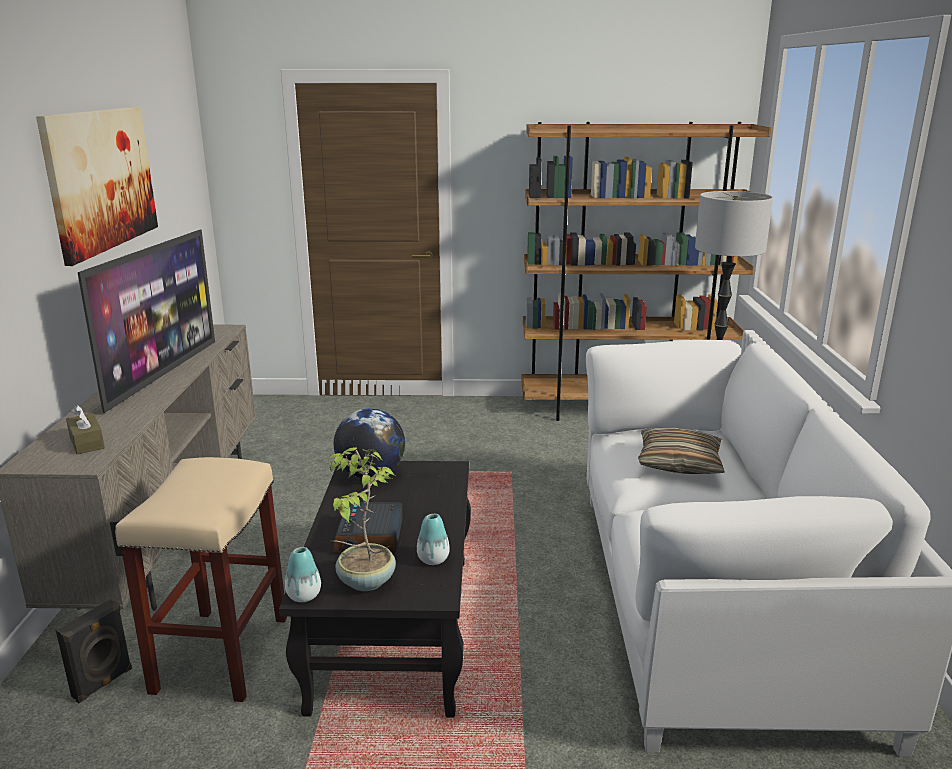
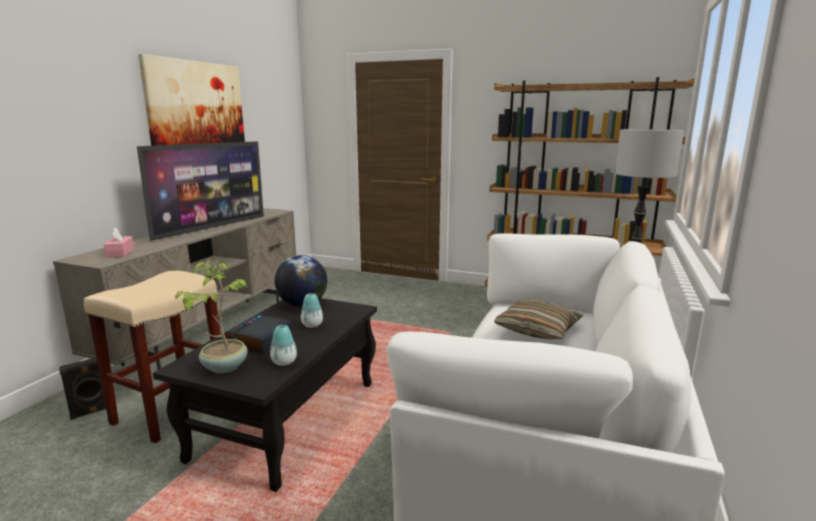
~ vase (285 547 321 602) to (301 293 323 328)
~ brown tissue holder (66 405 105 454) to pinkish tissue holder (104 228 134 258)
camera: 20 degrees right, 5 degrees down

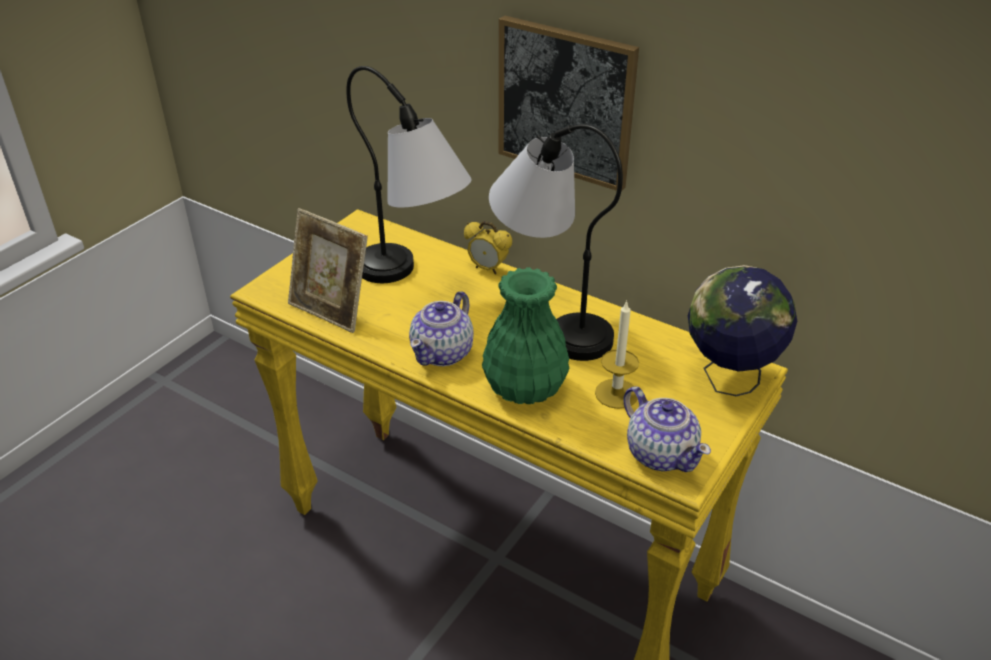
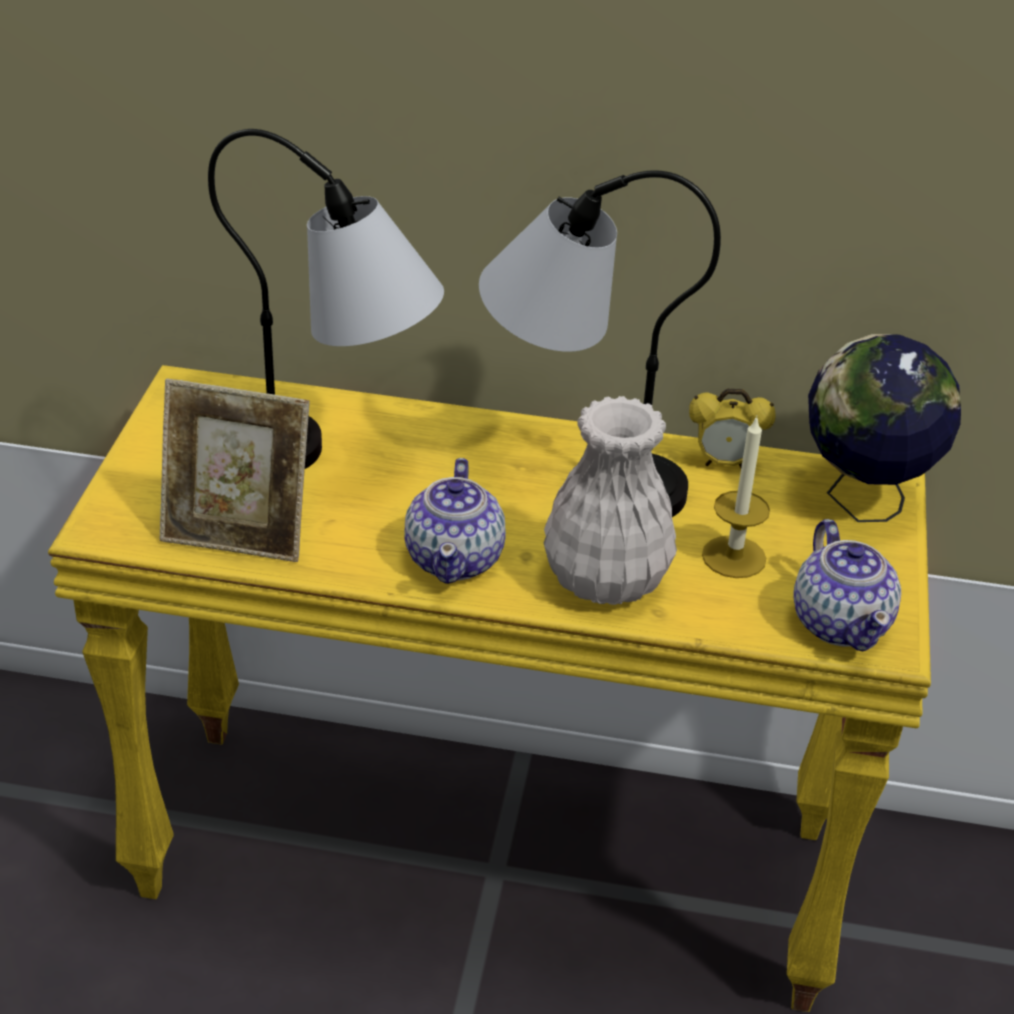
- picture (499 16 639 191)
~ bedside clock (464 221 512 274) to (689 389 776 468)
~ green-coloured vase (482 267 569 404) to whitish vase (544 396 677 605)
~ teapot (623 387 711 472) = (794 519 901 651) 45 degrees clockwise
camera: 25 degrees left, 0 degrees up

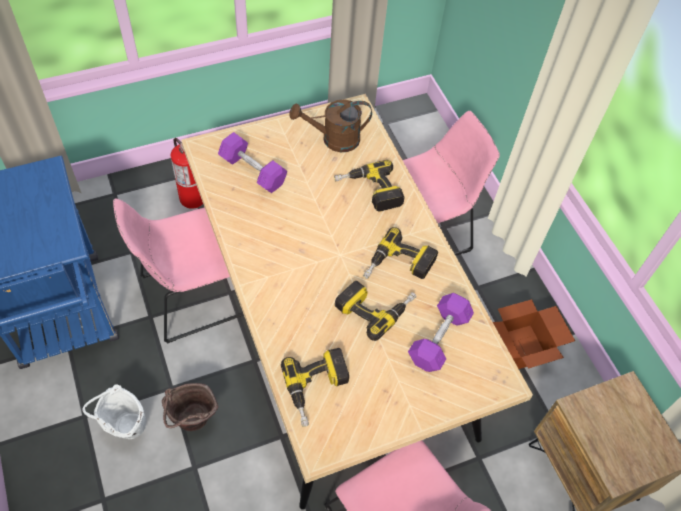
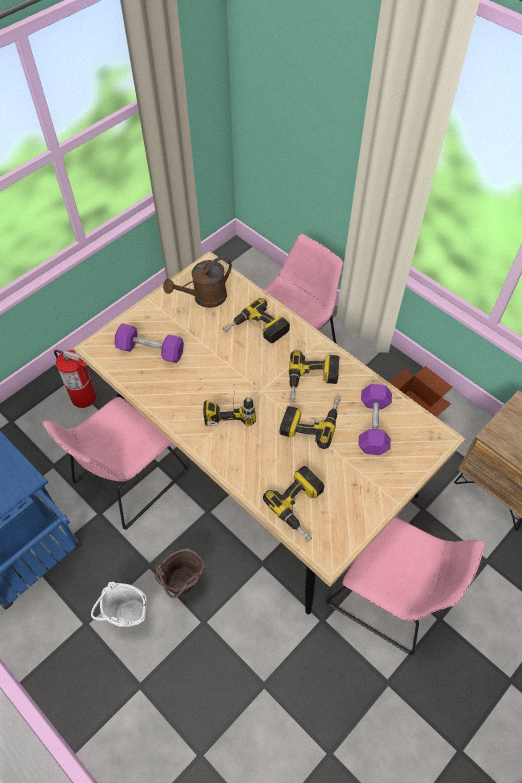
+ electric drill (203 380 256 426)
camera: 20 degrees left, 0 degrees up

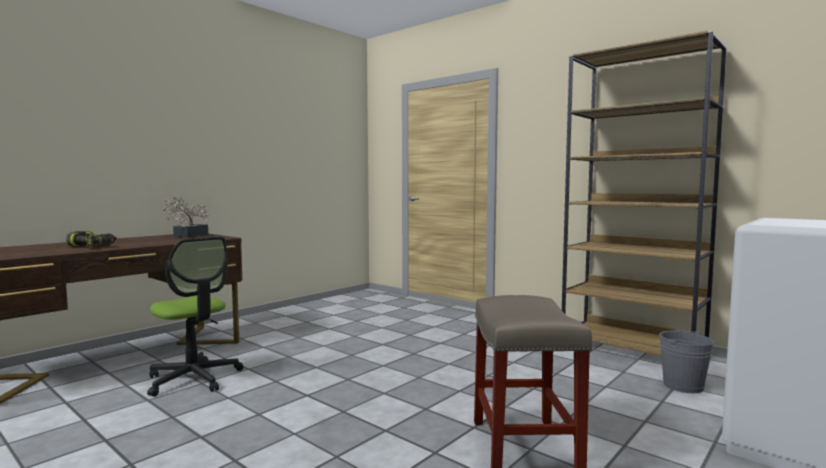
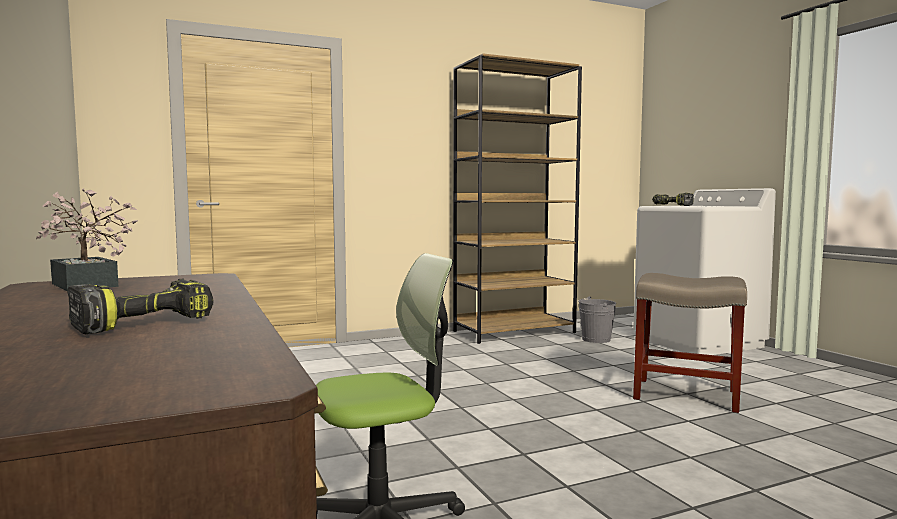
+ electric drill (652 193 694 206)
camera: 65 degrees left, 0 degrees up

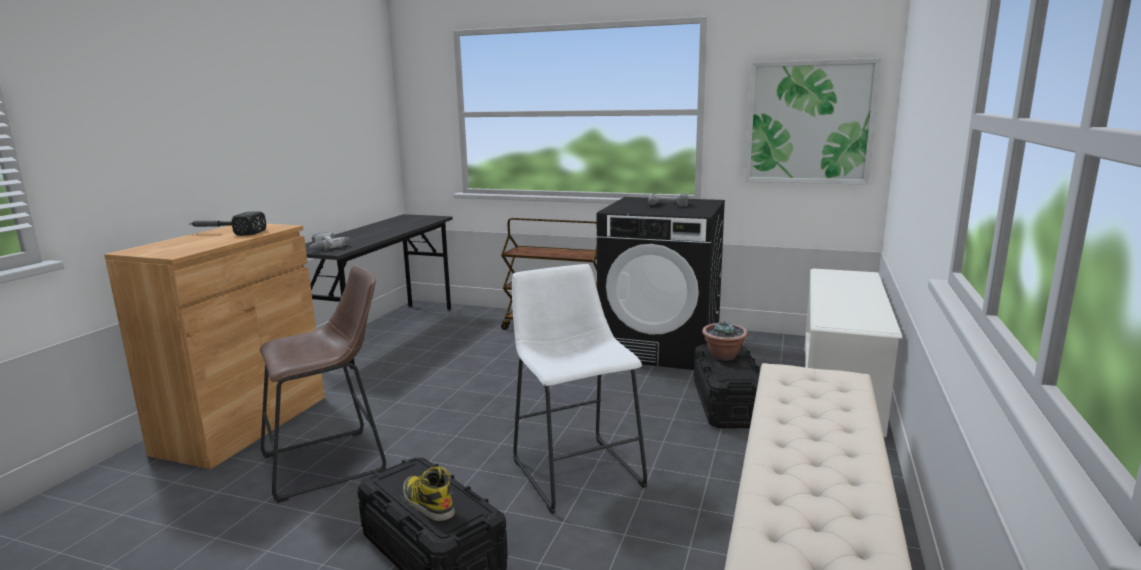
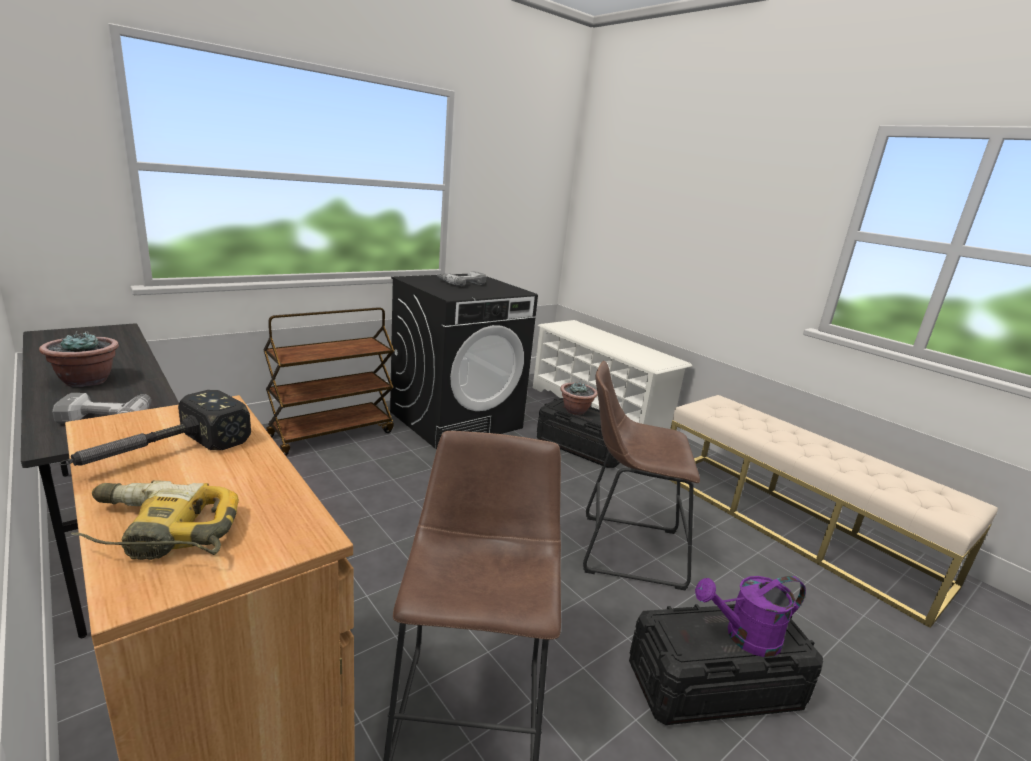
- picture (745 58 881 185)
+ potted plant (39 331 119 387)
+ electric drill (71 480 239 560)
~ boot (403 466 455 521) to purplish sprinkling can (695 576 806 657)
~ whitish sitting stool (512 264 647 514) to brown sitting stool (583 361 700 590)
camera: 60 degrees left, 5 degrees up

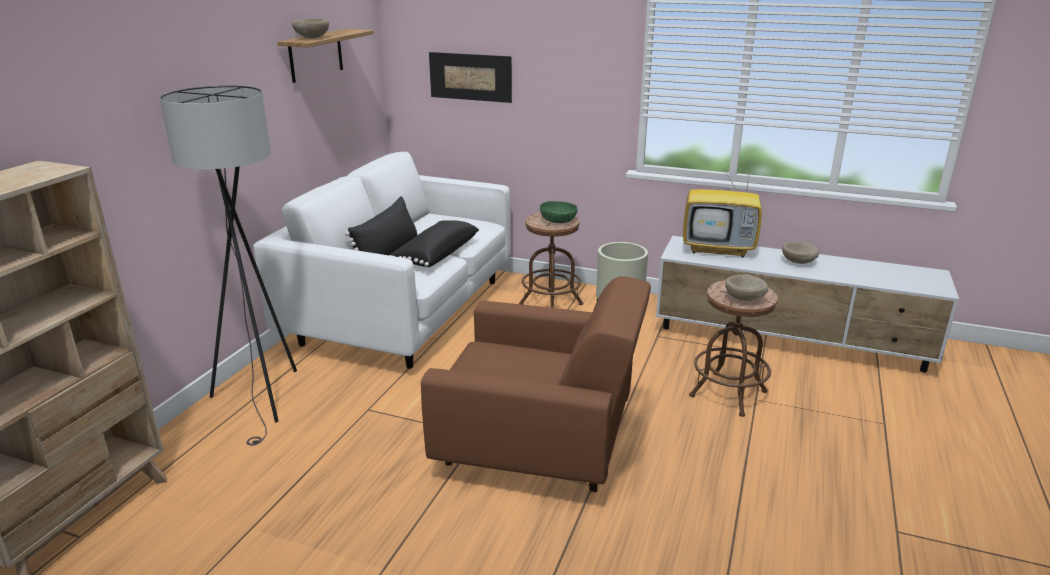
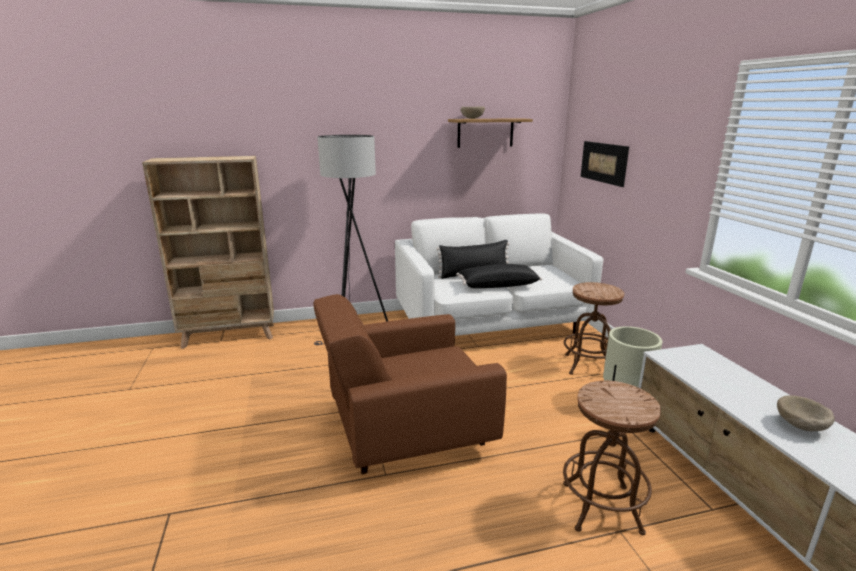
- green-coloured bowl (540 201 578 223)
- TV set (683 155 762 257)
- beige-coloured bowl (725 274 768 301)
~ brown lounge chair (421 276 651 492) = (313 294 507 474) 90 degrees clockwise
camera: 55 degrees right, 5 degrees down

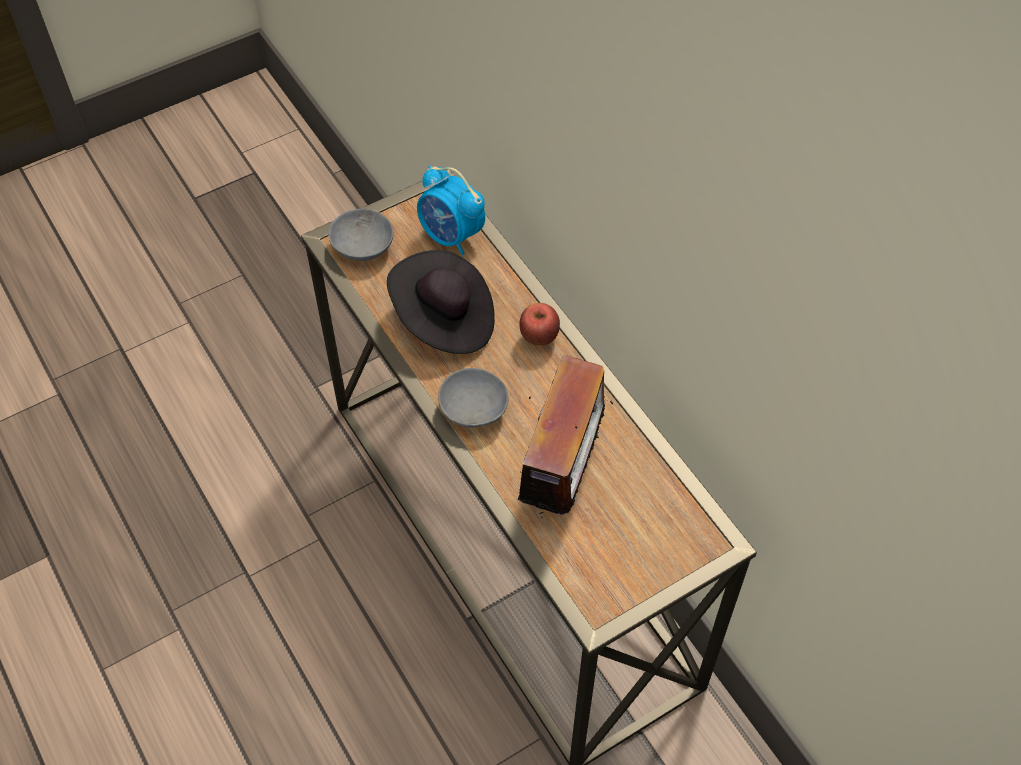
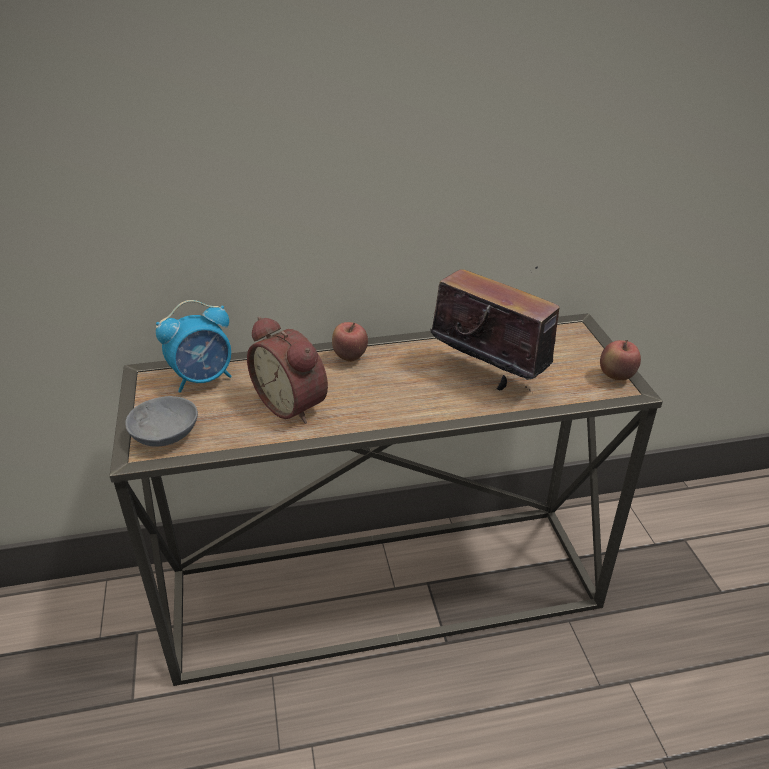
- gray bowl (438 368 509 428)
+ apple fruit (600 340 641 381)
~ blackish wearable hat (387 250 495 354) to bedside clock (247 316 328 424)
camera: 70 degrees left, 20 degrees down

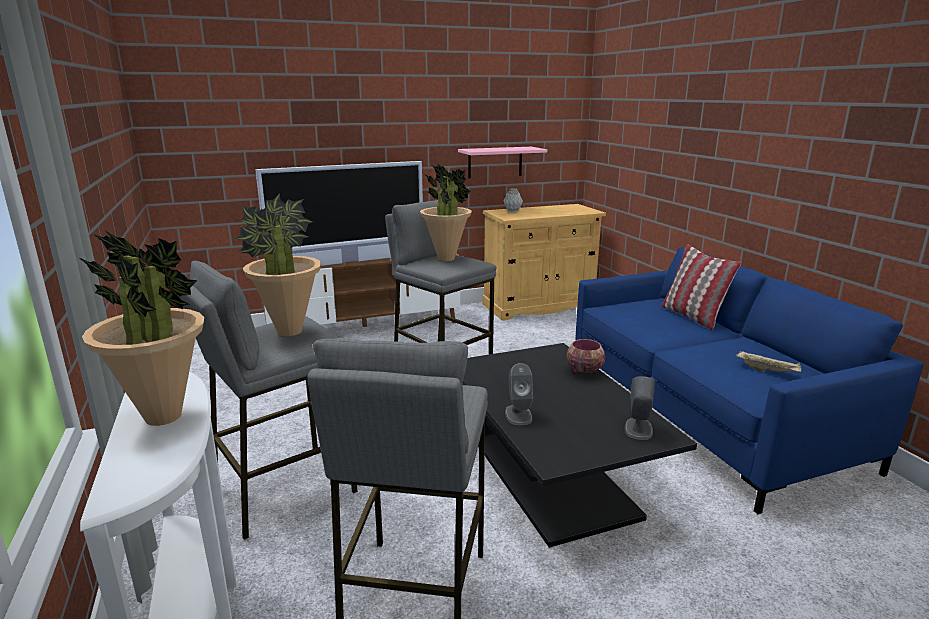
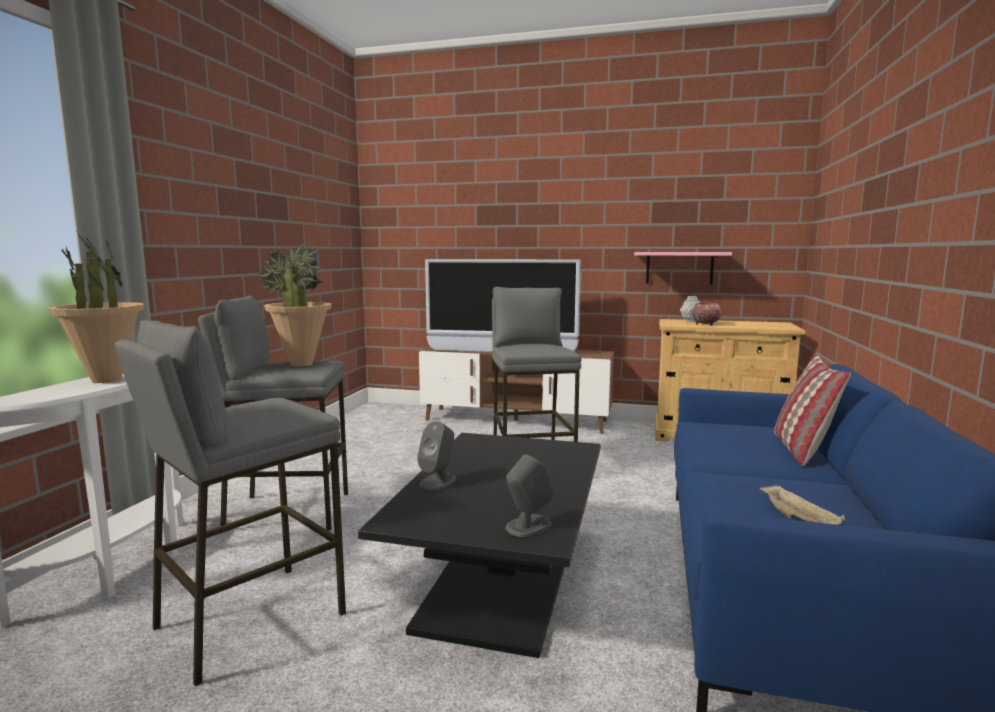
- potted plant (420 163 472 261)
~ bowl (566 339 605 374) to (692 303 721 326)
camera: 35 degrees right, 10 degrees down

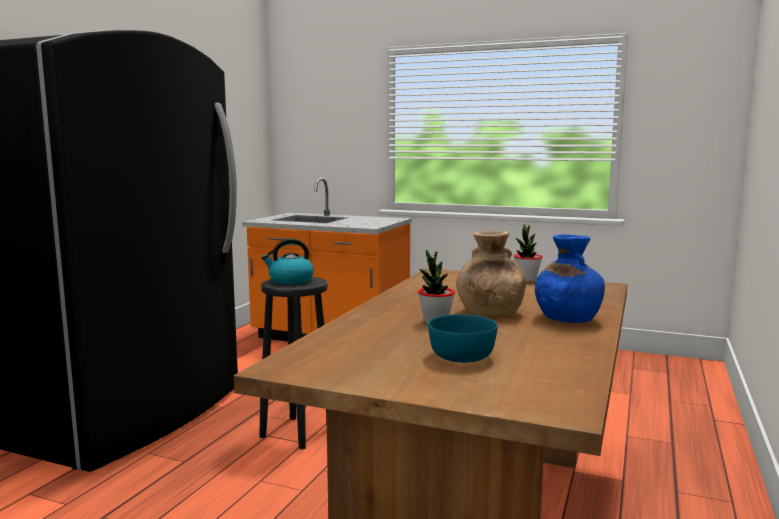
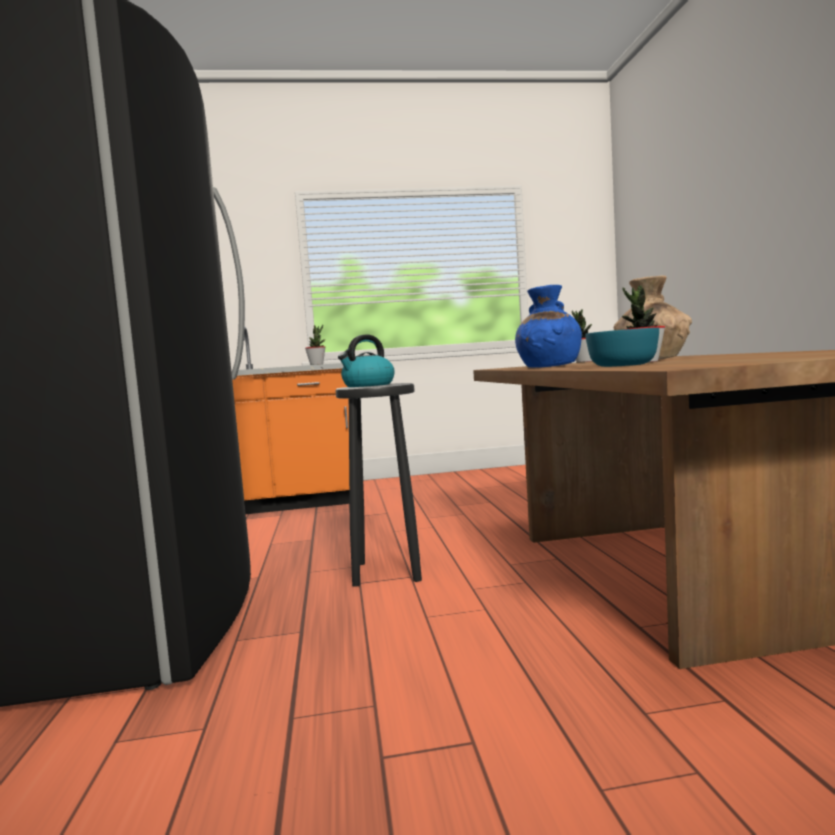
+ potted plant (305 325 325 365)
~ blue-green bowl (428 314 498 363) to (585 328 659 367)
~ blue-coloured vase (535 234 605 323) to (515 285 582 368)
camera: 30 degrees left, 5 degrees down

